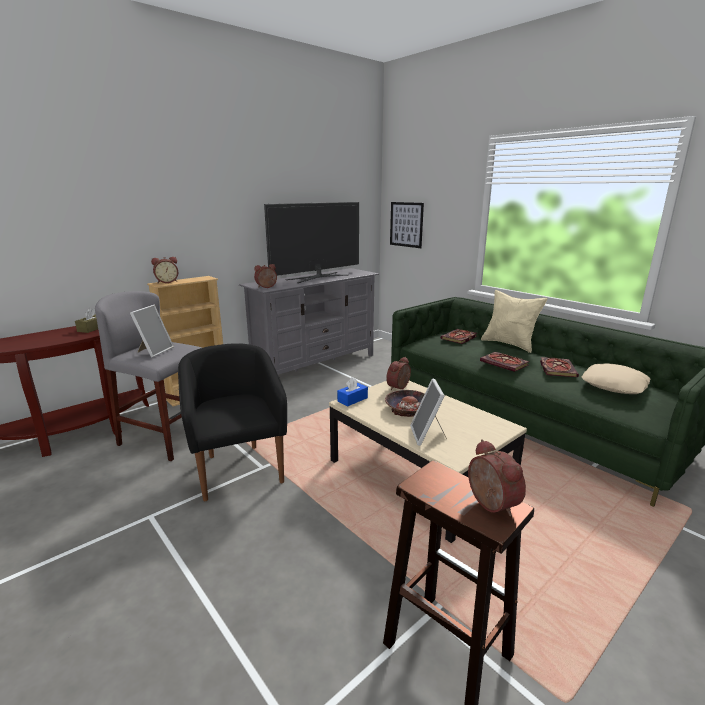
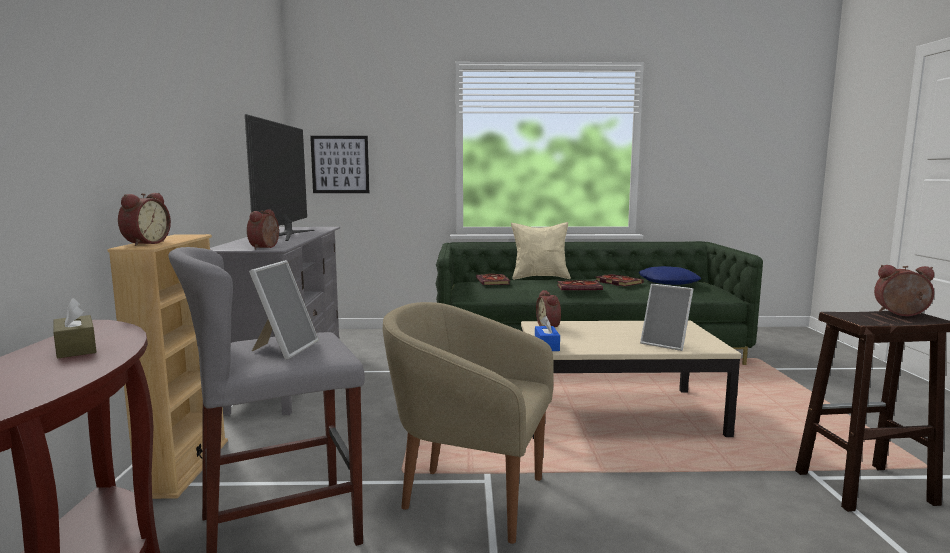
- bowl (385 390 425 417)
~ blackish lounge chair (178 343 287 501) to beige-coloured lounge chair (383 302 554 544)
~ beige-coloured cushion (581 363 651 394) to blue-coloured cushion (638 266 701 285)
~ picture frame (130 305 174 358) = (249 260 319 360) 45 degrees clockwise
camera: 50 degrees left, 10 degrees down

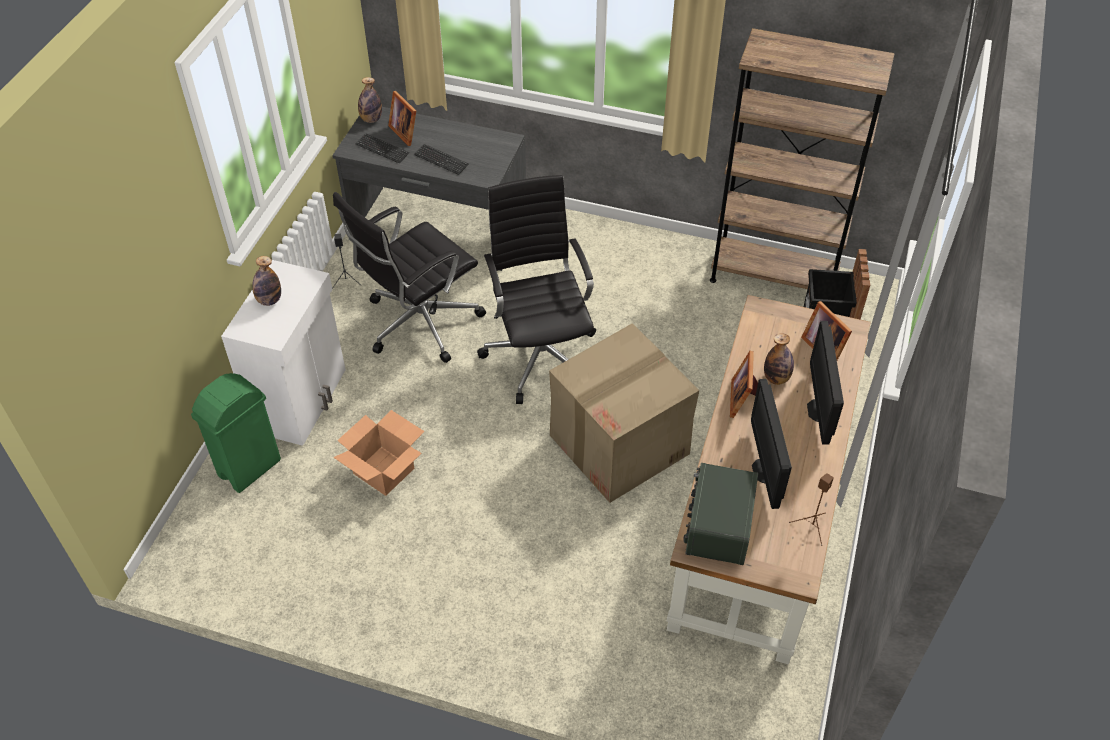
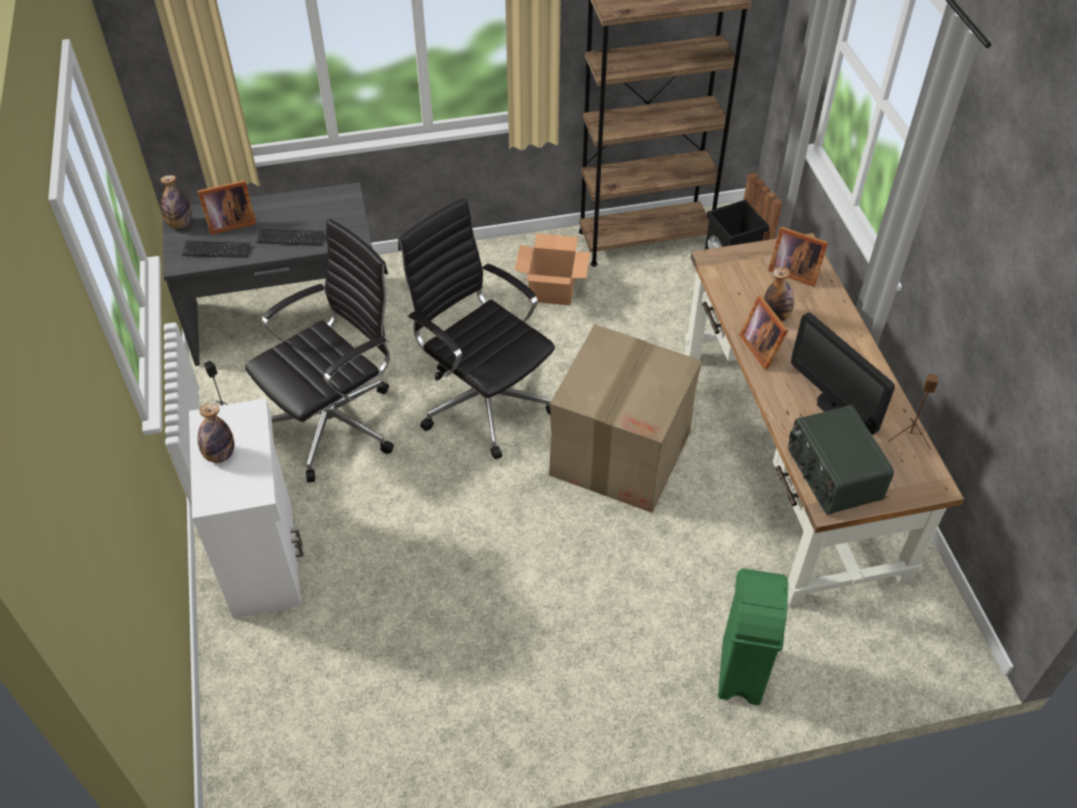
- computer screen (807 321 844 445)
~ green-coloured trash can (191 373 281 493) to (718 568 788 705)
~ packing box (333 410 425 496) to (515 234 590 305)
~ blackish office chair (333 192 486 363) = (245 219 394 483) 150 degrees counterclockwise
~ picture frame (388 91 416 146) = (198 180 257 235) 45 degrees counterclockwise
camera: 30 degrees left, 0 degrees up

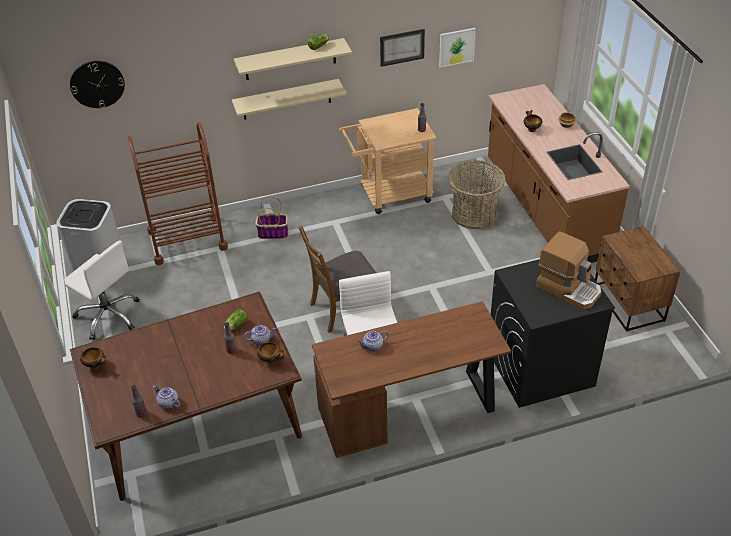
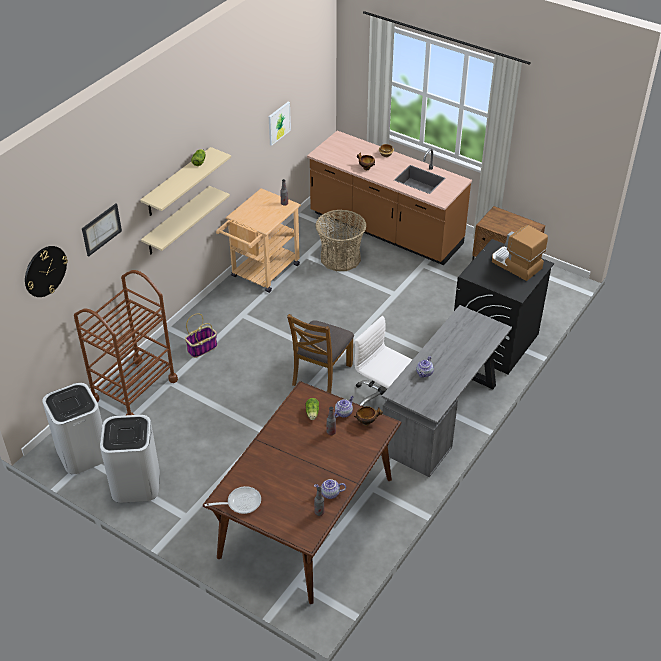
~ picture (380 29 425 67) to (82 203 122 257)
~ whitish office chair (64 240 140 340) to whitish trash can (100 415 160 503)
~ bowl (80 347 106 369) to frying pan (204 486 261 514)
~ brown desk (312 301 511 458) to gray desk (382 305 512 477)
~ coffee machine (536 231 602 309) = (492 225 548 281) 135 degrees counterclockwise
camera: 40 degrees left, 0 degrees up

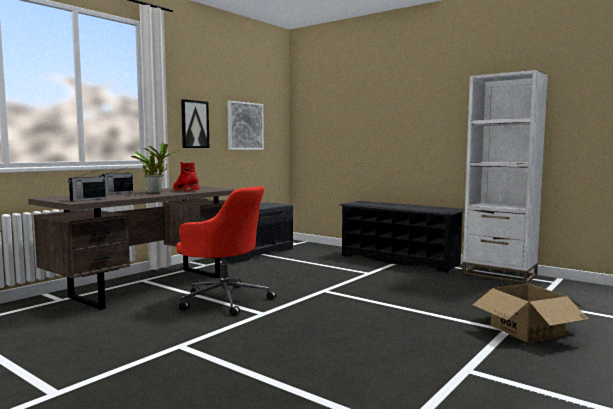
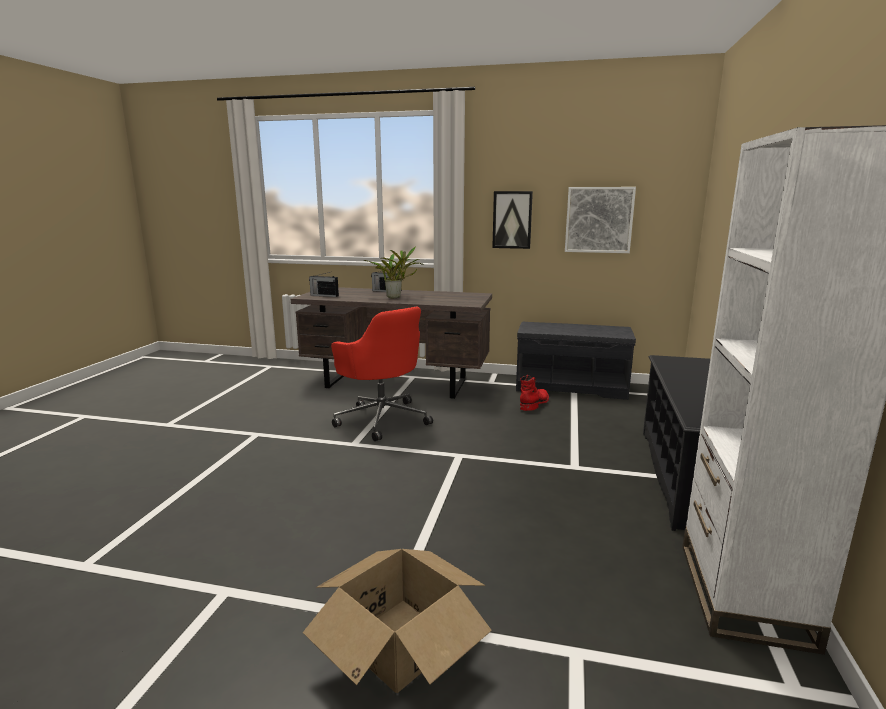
~ red boot (173 162 200 191) to (520 375 549 411)
~ red office chair (176 186 276 316) = (331 307 433 441) 45 degrees counterclockwise
camera: 65 degrees right, 10 degrees up

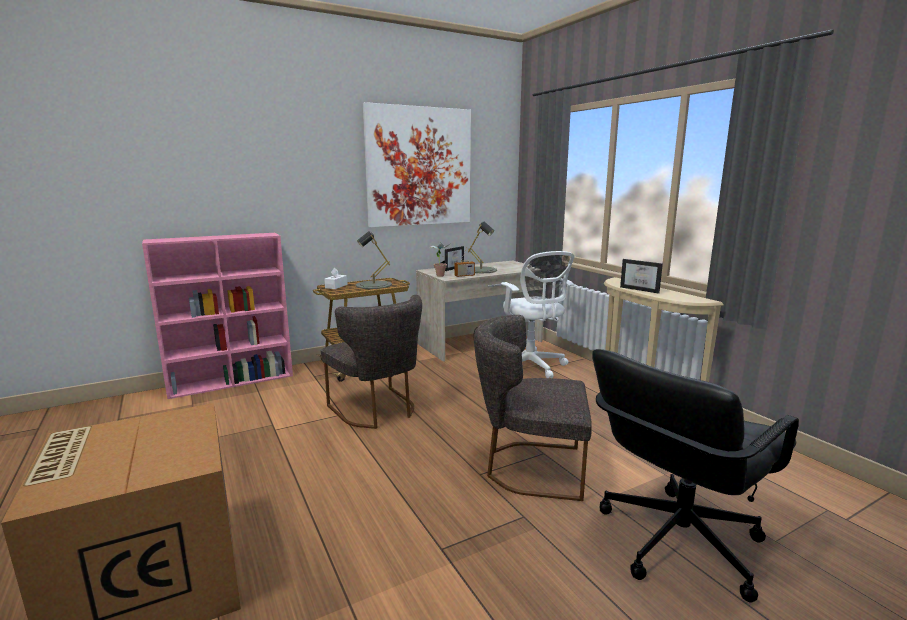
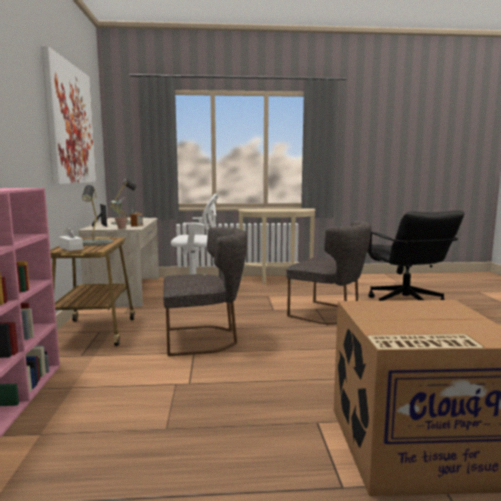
- picture frame (620 259 663 294)
~ gray upright chair (474 315 592 501) = (286 221 371 325) 90 degrees counterclockwise
camera: 65 degrees left, 5 degrees down

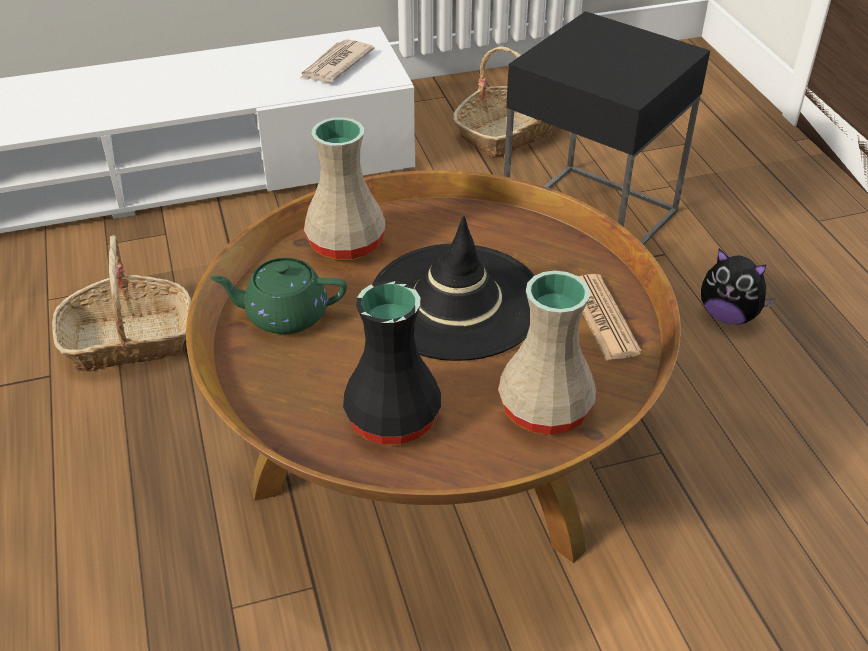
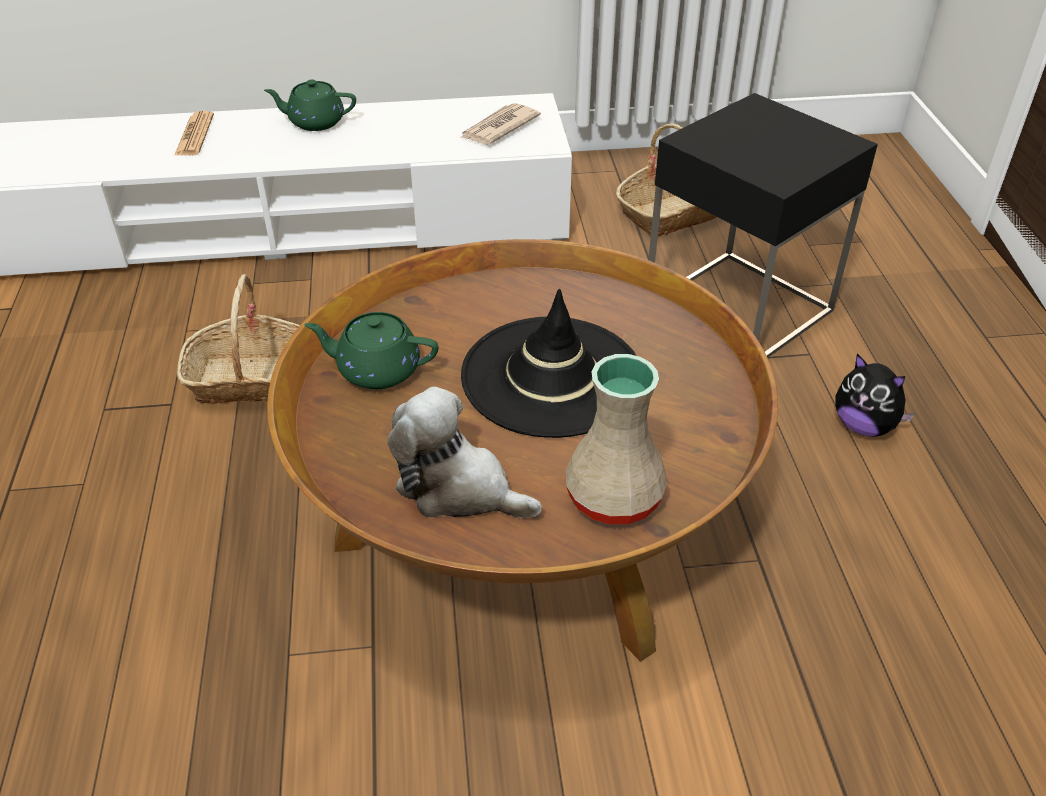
- beige-coloured vase (304 117 385 260)
+ green-coloured teapot (264 80 356 131)
~ printed paper (578 274 642 361) to (174 111 214 156)
~ blackish vase (343 281 441 445) to soft toy (387 387 542 518)
camera: 10 degrees right, 0 degrees up

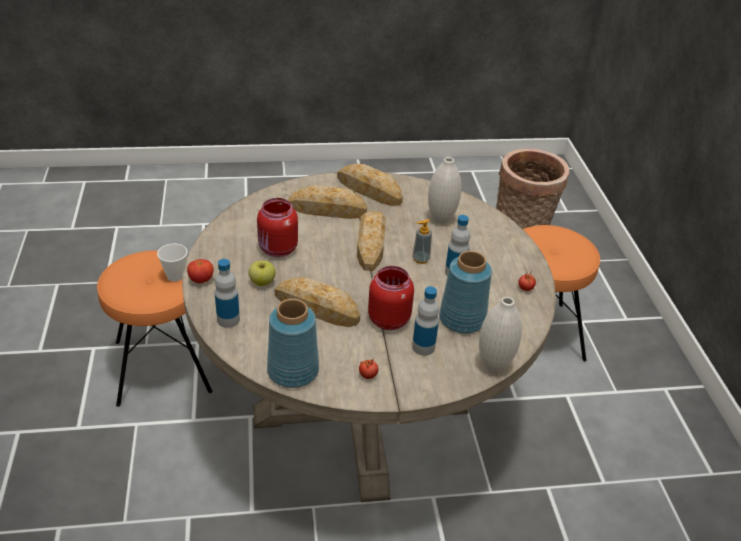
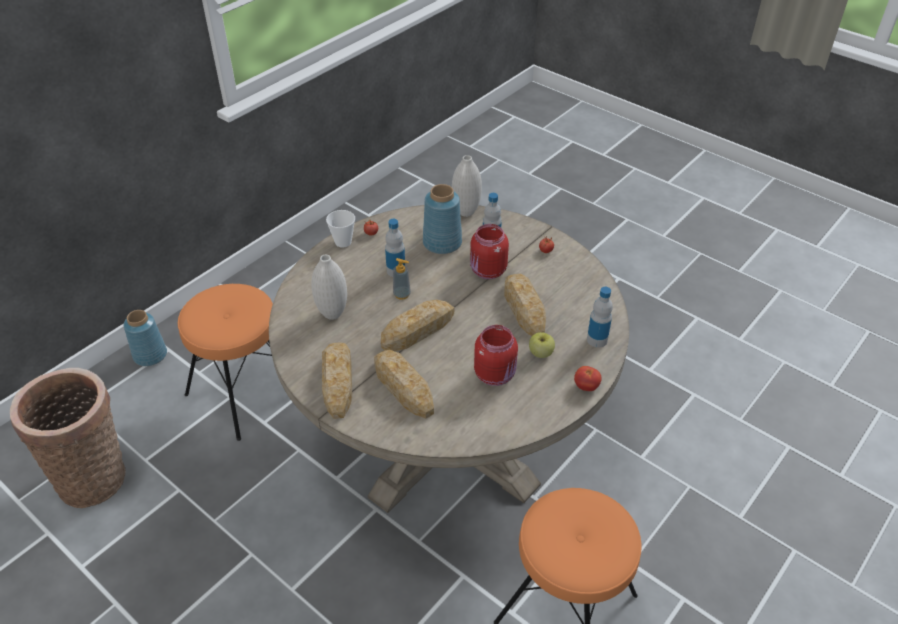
~ cup (157 243 187 281) to (326 210 355 248)
~ blue-coloured vase (267 299 319 388) to (124 310 167 366)
camera: 130 degrees left, 5 degrees up

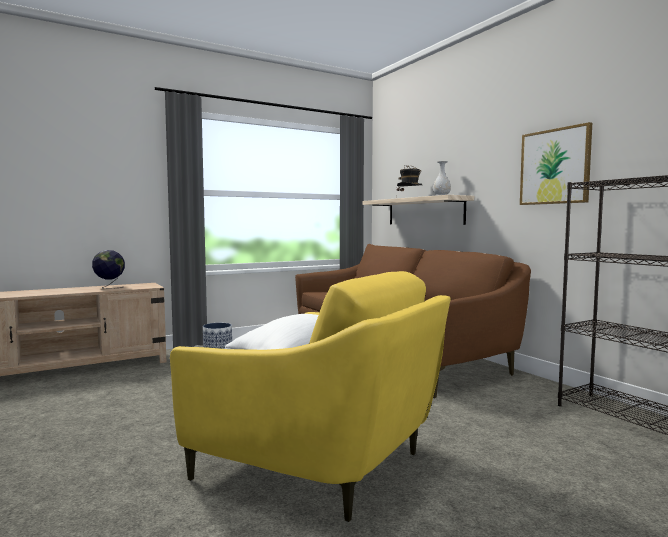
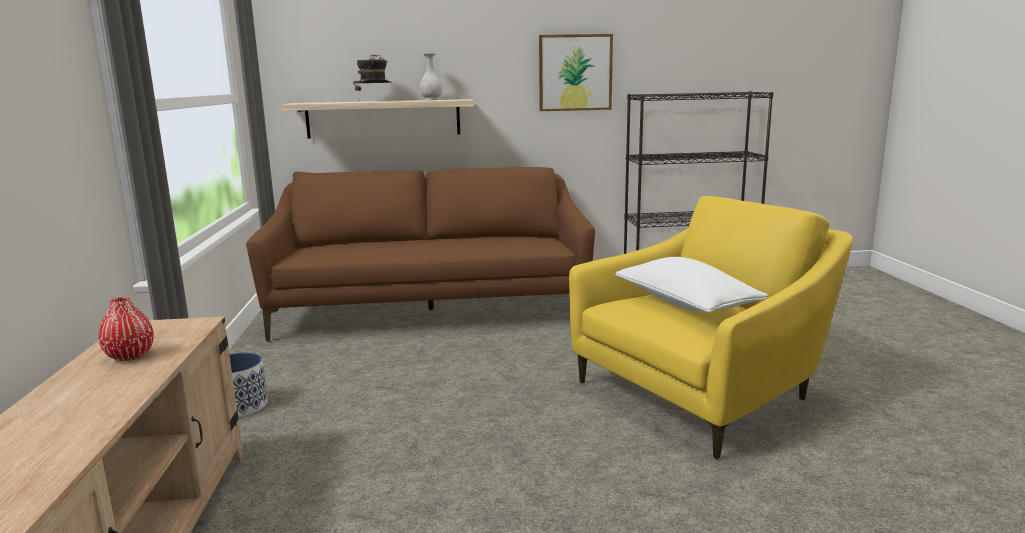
~ world globe (92 250 125 289) to red vase (98 297 154 361)
camera: 65 degrees left, 10 degrees up

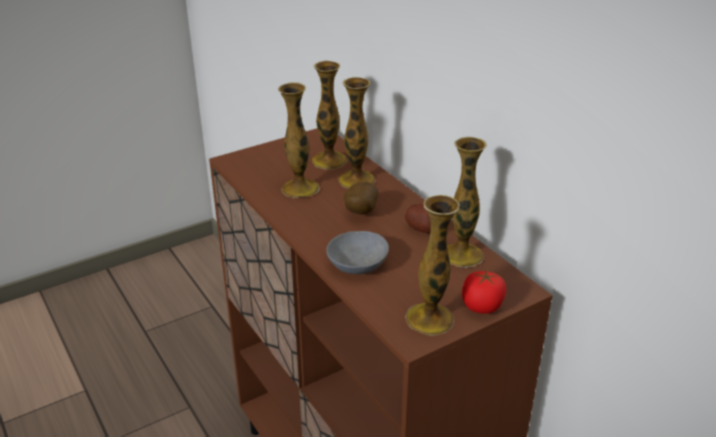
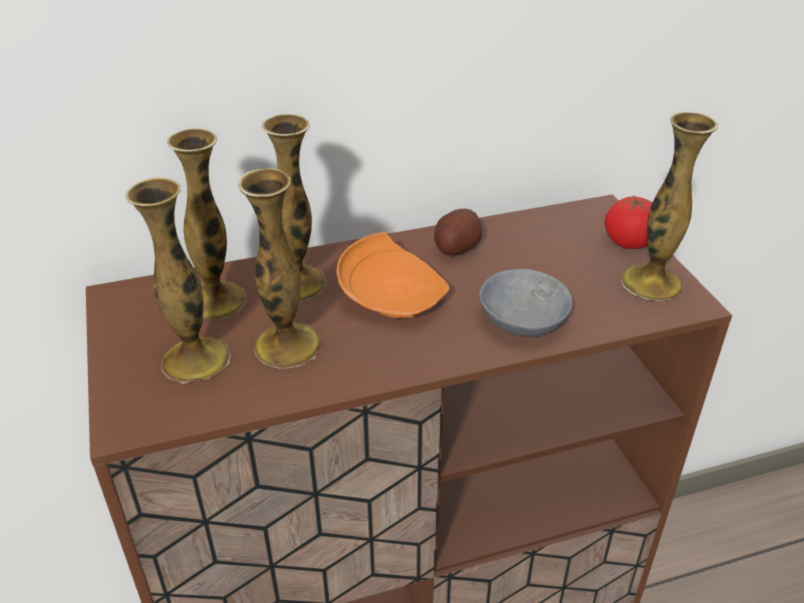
~ vase (447 137 487 268) to (125 177 231 384)
~ spud (344 182 378 215) to orangey plate (337 232 450 318)
camera: 75 degrees left, 5 degrees up

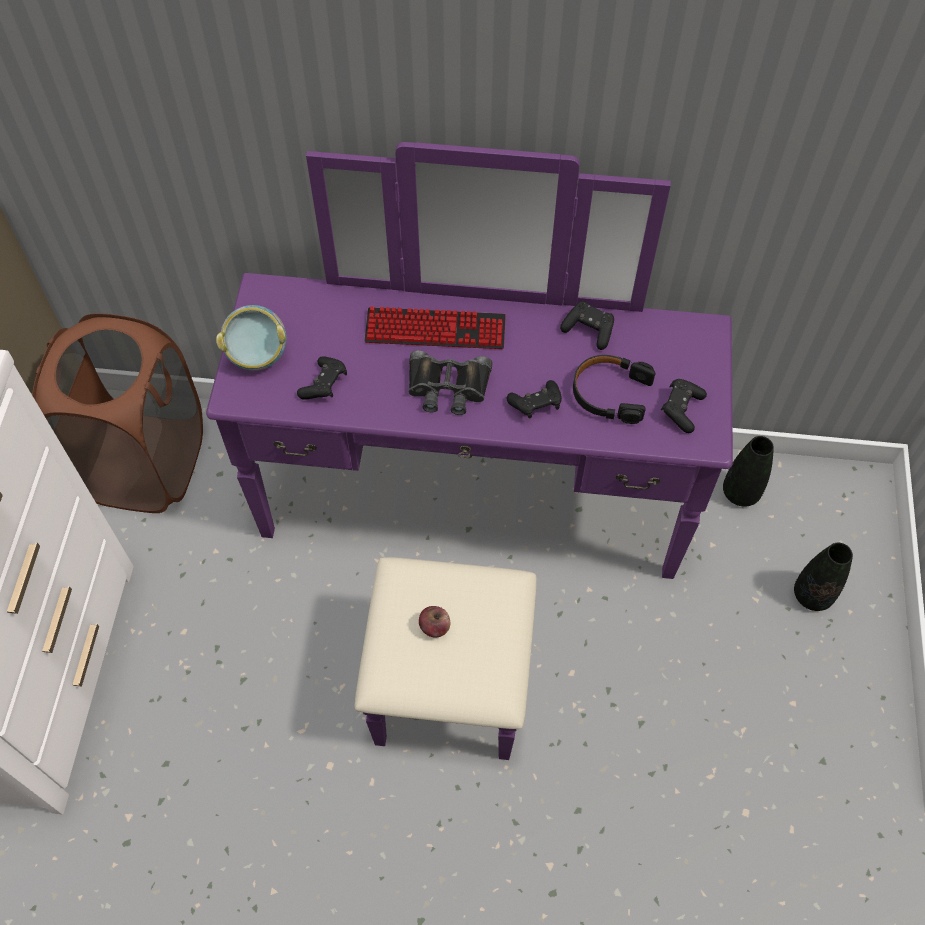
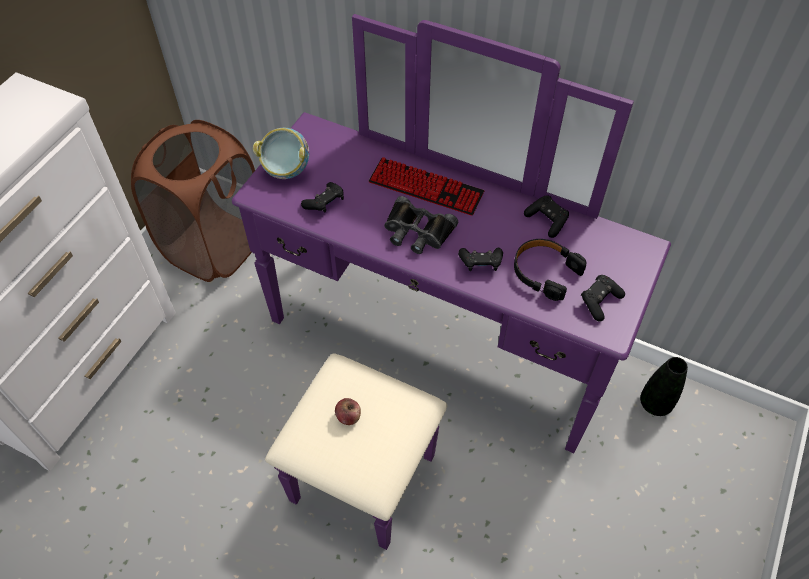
- blackish vase (794 543 853 611)
camera: 20 degrees right, 5 degrees down

